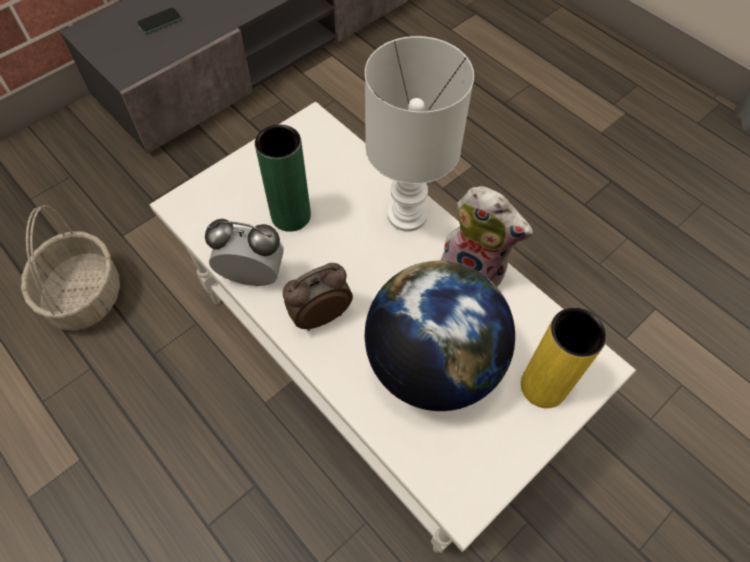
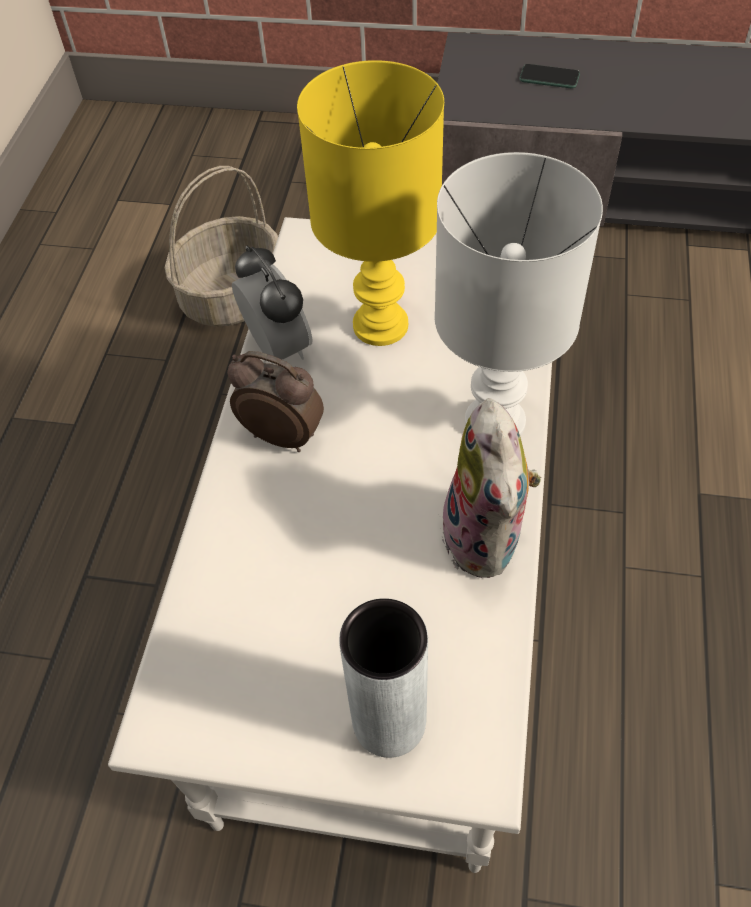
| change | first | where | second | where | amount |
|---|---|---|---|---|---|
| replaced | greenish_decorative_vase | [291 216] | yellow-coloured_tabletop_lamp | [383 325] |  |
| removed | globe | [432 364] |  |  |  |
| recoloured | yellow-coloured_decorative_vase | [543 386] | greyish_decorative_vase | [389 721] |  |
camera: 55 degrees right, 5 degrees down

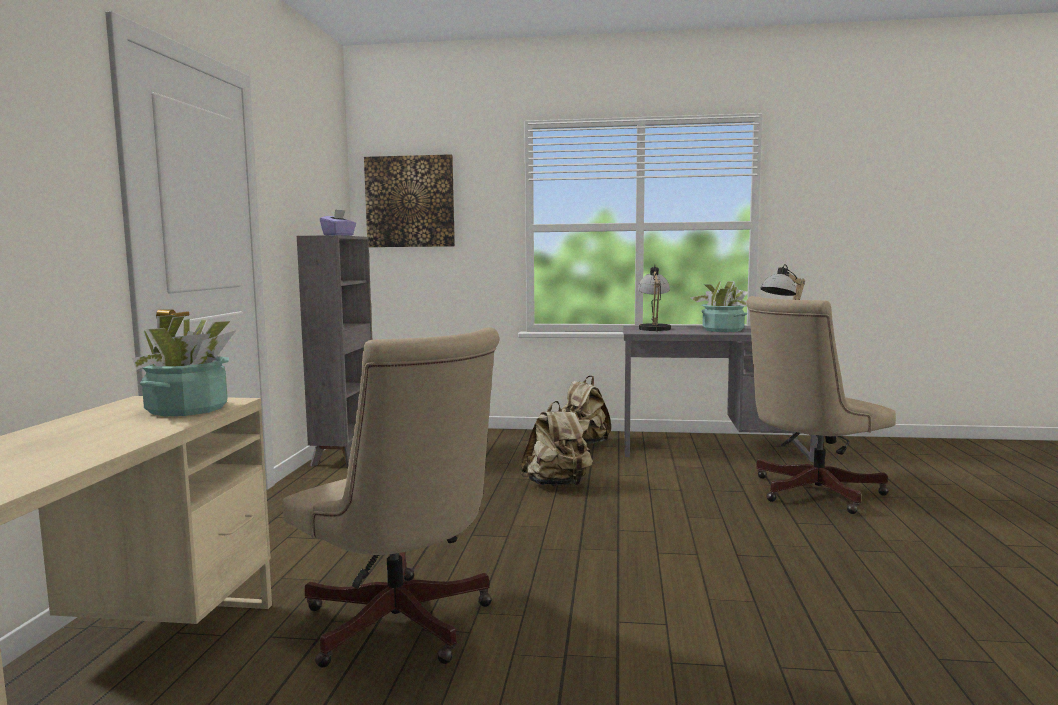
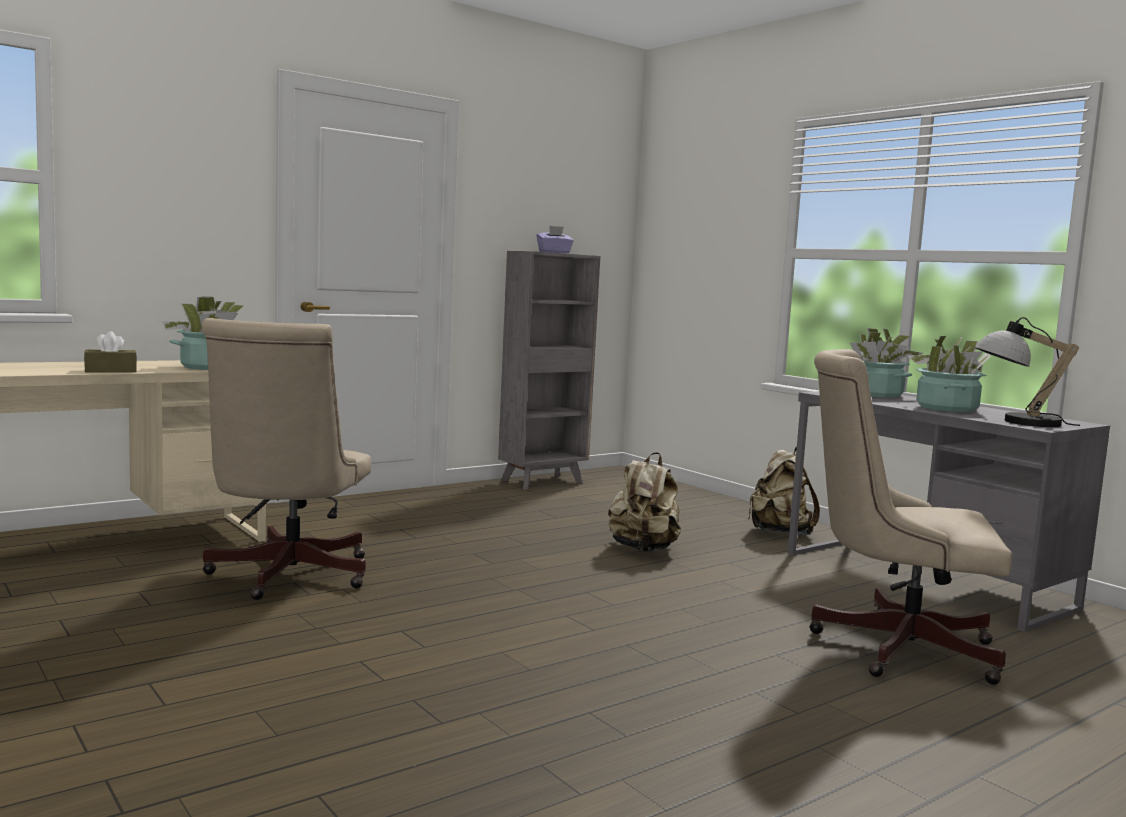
| change | first | where | second | where | amount |
|---|---|---|---|---|---|
| removed | picture | [410 201] |  |  |  |
| replaced | tabletop_lamp | [654 328] | houseplant | [874 394] |  |
| added |  |  | brownish_box_of_tissues | [110 371] |  |
camera: 45 degrees right, 0 degrees up

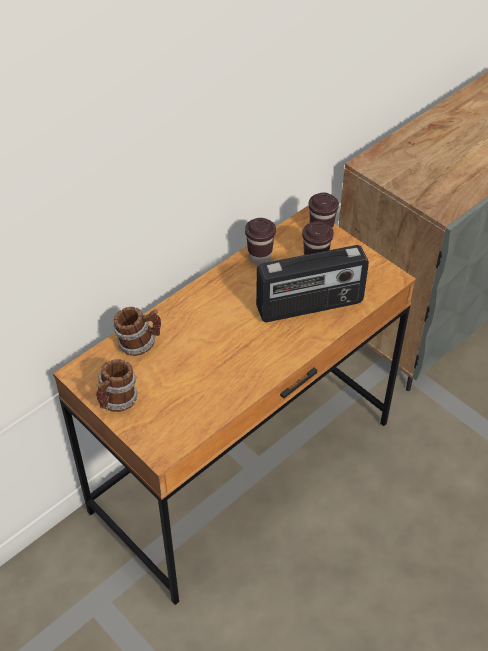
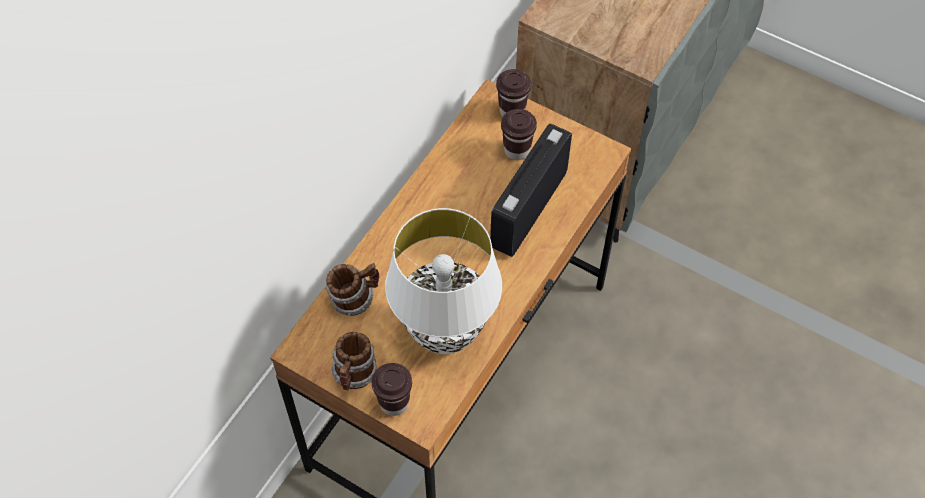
| change | first | where | second | where | amount |
|---|---|---|---|---|---|
| moved | brownish_small_cup | [259 258] |  | [394 403] |  |
| turned | radio_receiver | [310 306] |  | [527 209] | 150 degrees clockwise |
| added |  |  | whitish_tabletop_lamp | [446 334] |  |
camera: 15 degrees left, 10 degrees up

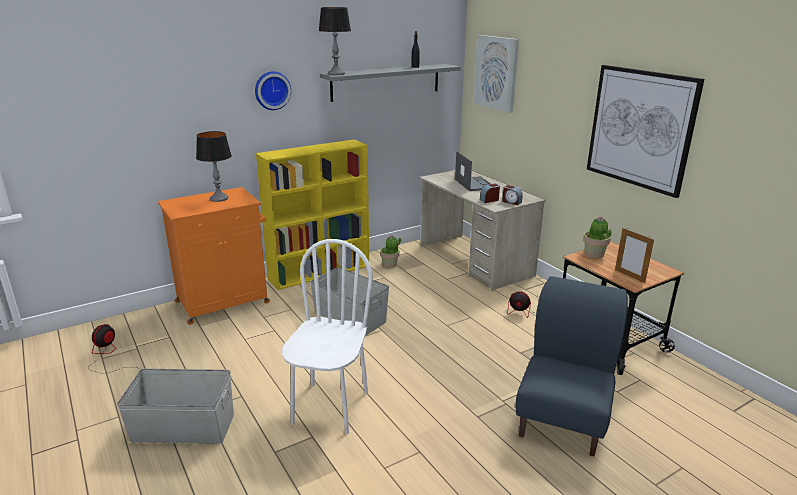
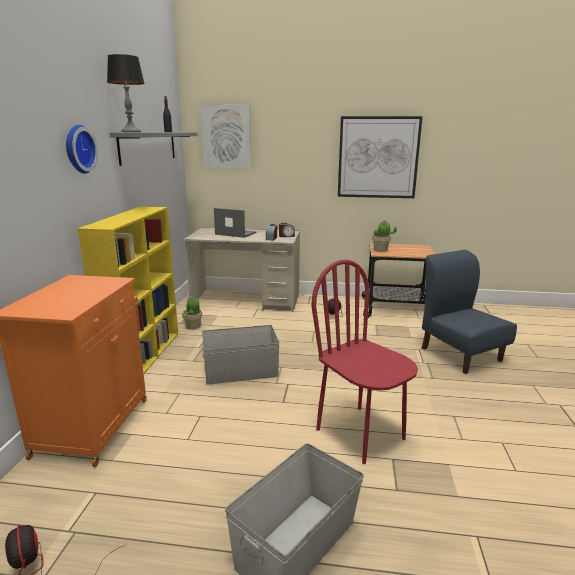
| change | first | where | second | where | amount |
|---|---|---|---|---|---|
| removed | tabletop_lamp | [219 198] |  |  |  |
| removed | picture_frame | [629 276] |  |  |  |
| recoloured | whitish_plain_chair | [330 408] | reddish_plain_chair | [360 433] |  |
camera: 50 degrees left, 5 degrees down

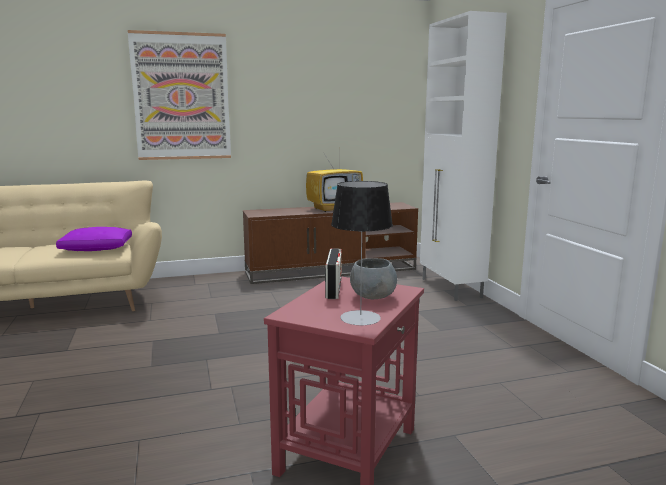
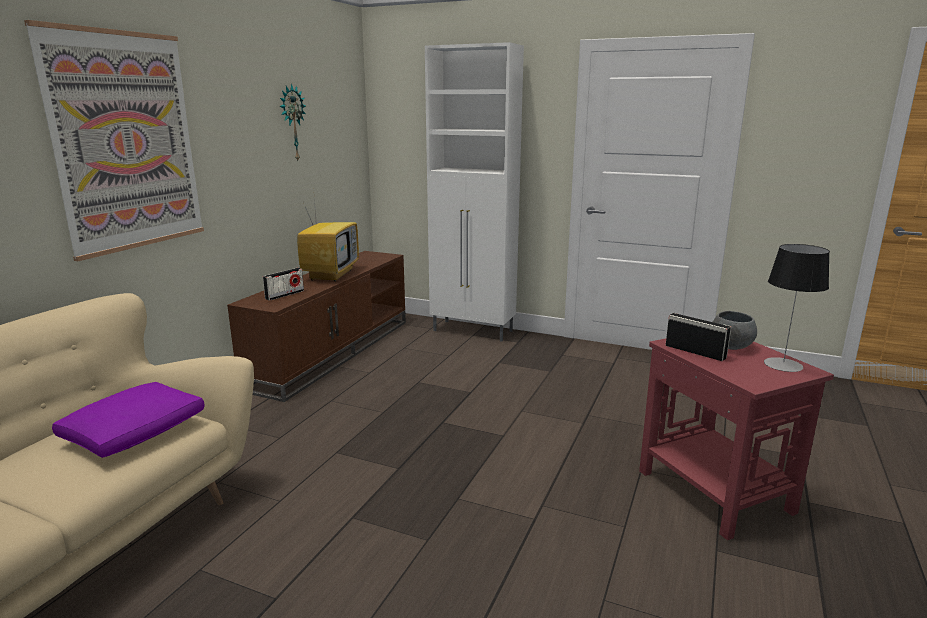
| change | first | where | second | where | amount |
|---|---|---|---|---|---|
| added |  |  | wall_clock | [292 123] |  |
| added |  |  | radio_receiver | [284 295] |  |
camera: 50 degrees left, 5 degrees up

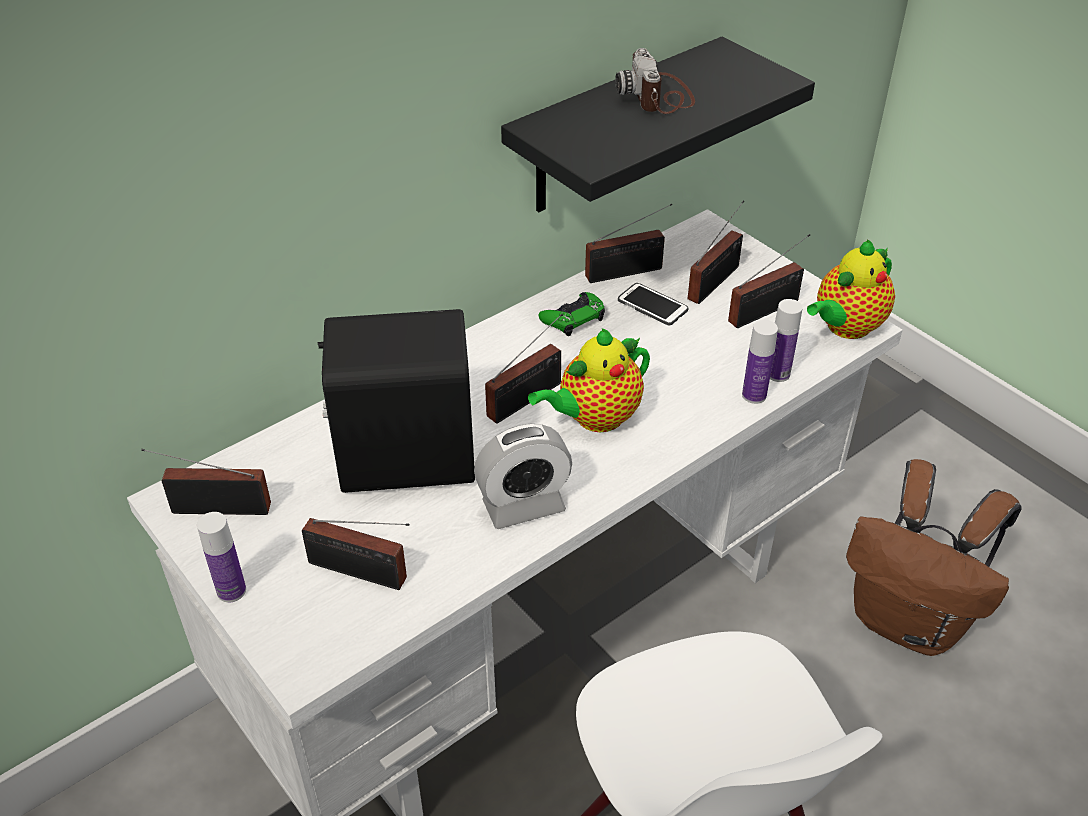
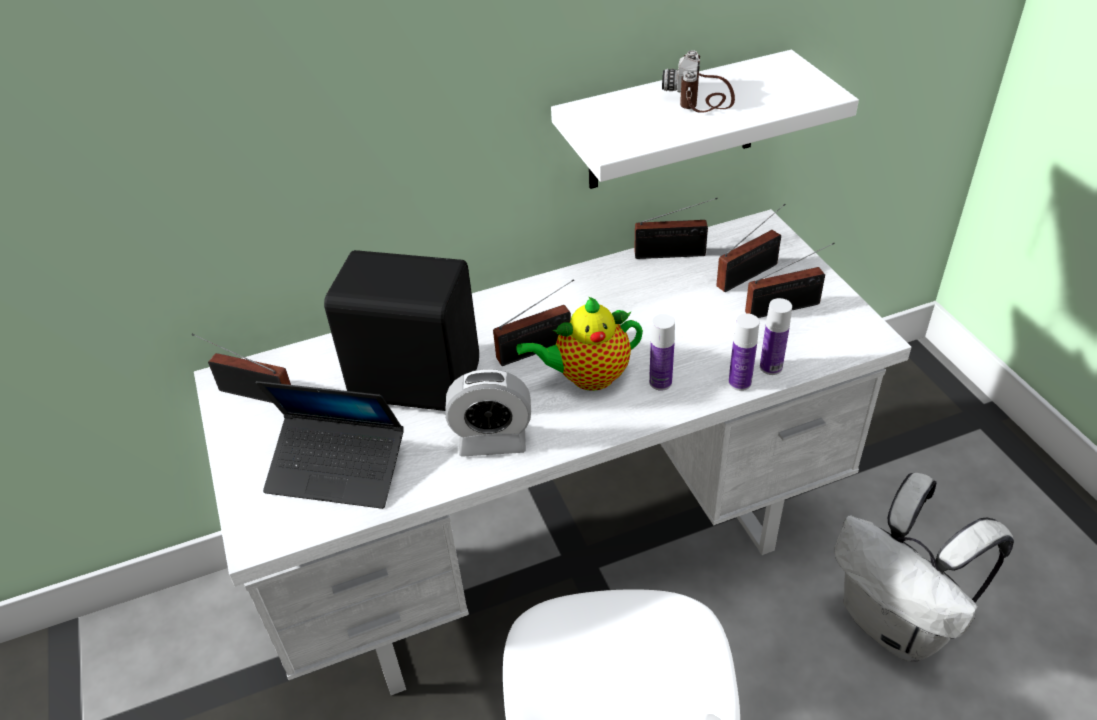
| change | first | where | second | where | amount |
|---|---|---|---|---|---|
| recoloured | blackish_shelf | [615 128] | whitish_shelf | [672 122] |  |
| removed | pot_for_tea | [845 327] |  |  |  |
| removed | phone | [652 305] |  |  |  |
| removed | greenish_joypad | [573 318] |  |  |  |
| recoloured | brownish_backpack | [909 621] | whitish_backpack | [897 624] |  |
| moved | drink_bottle | [231 591] |  | [660 382] |  |
| replaced | radio_receiver | [362 573] | notebook_computer | [337 470] |  |
camera: 20 degrees right, 0 degrees up

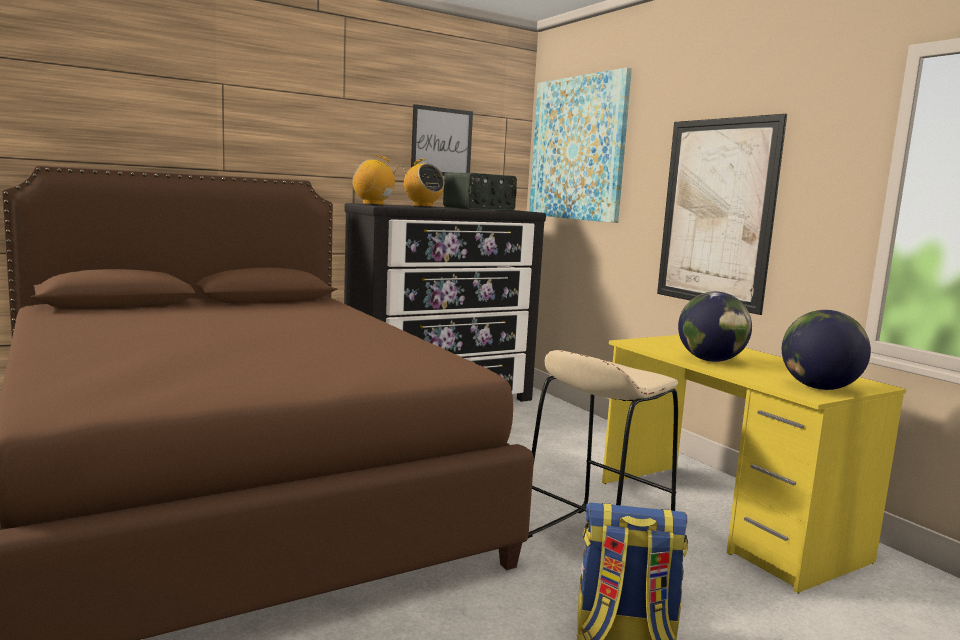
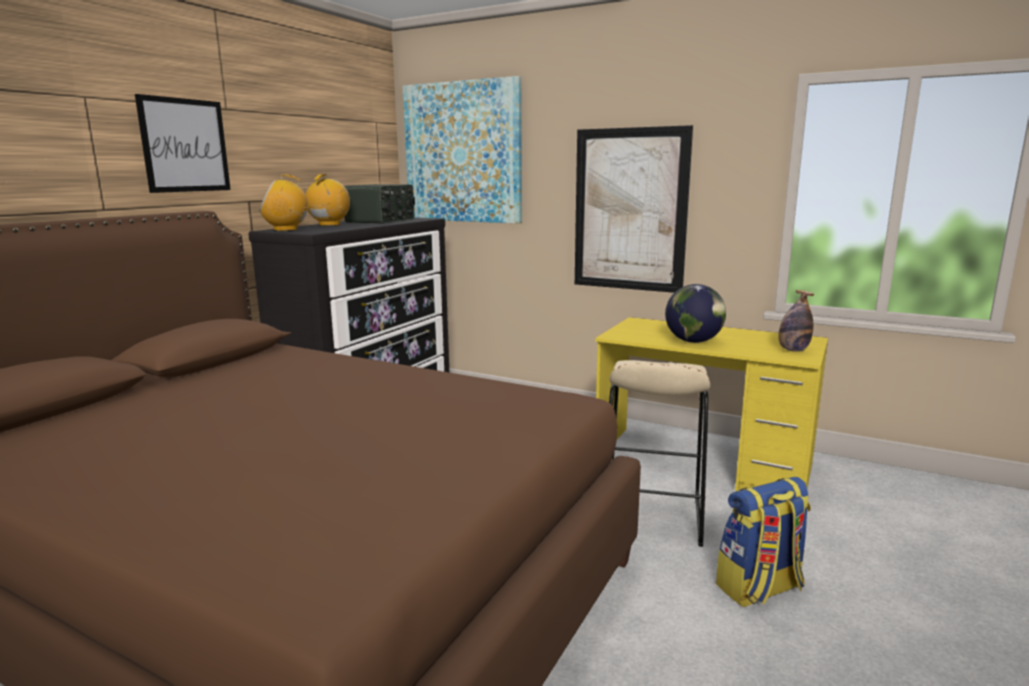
| change | first | where | second | where | amount |
|---|---|---|---|---|---|
| moved | picture | [441 142] |  | [185 145] |  |
| turned | radio_receiver | [422 206] |  | [329 225] | 90 degrees counterclockwise |
| replaced | globe | [819 388] | drink_bottle | [793 350] |  |
camera: 30 degrees left, 5 degrees up

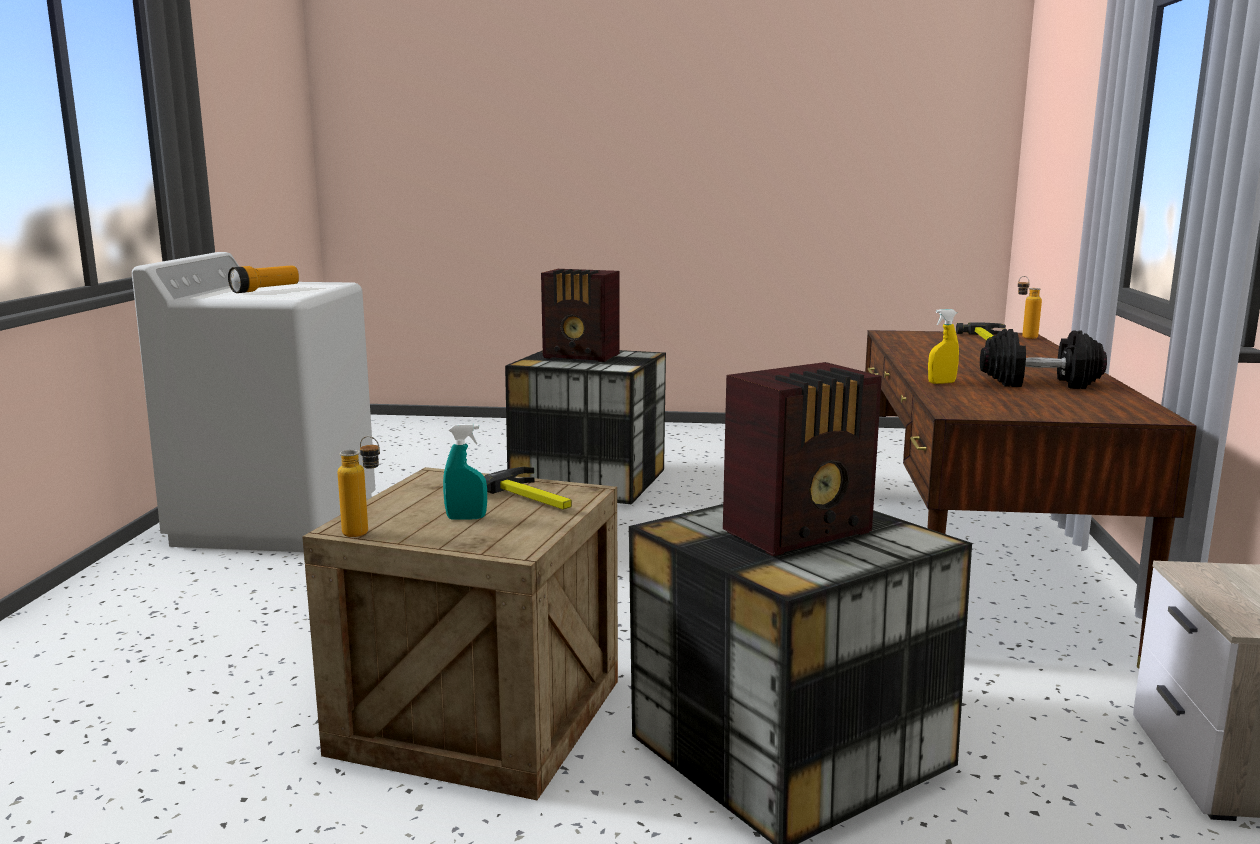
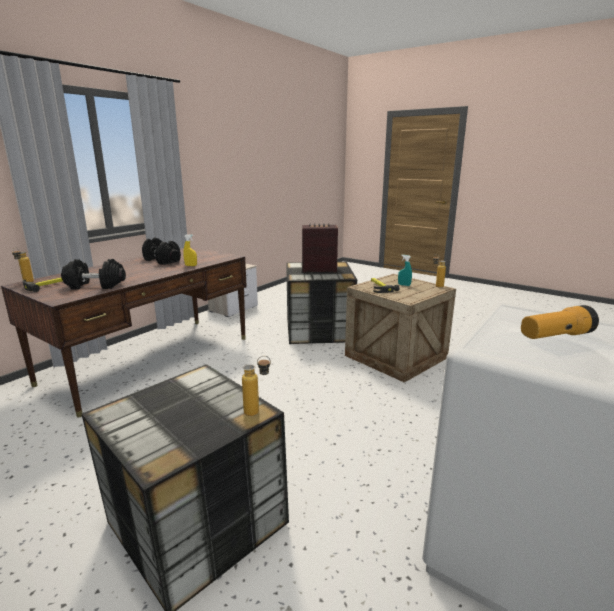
| change | first | where | second | where | amount |
|---|---|---|---|---|---|
| removed | radio_receiver | [582 356] |  |  |  |
| added |  |  | blackish_free_weight | [95 286] |  |
| added |  |  | drink_bottle | [258 412] |  |
camera: 150 degrees left, 5 degrees up

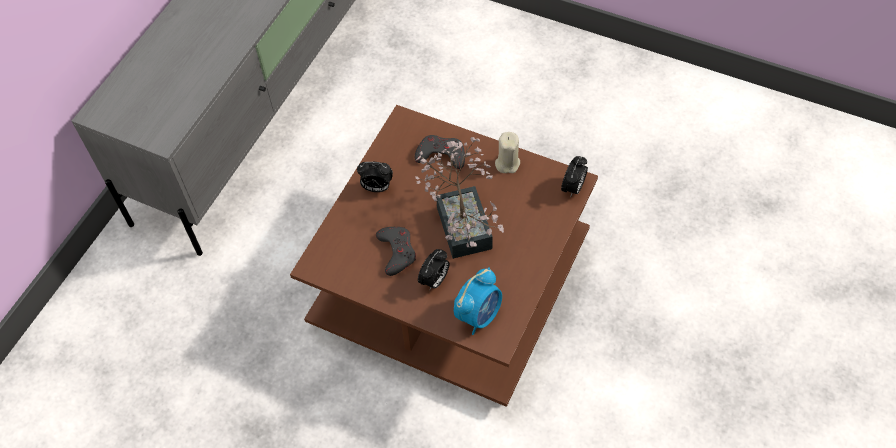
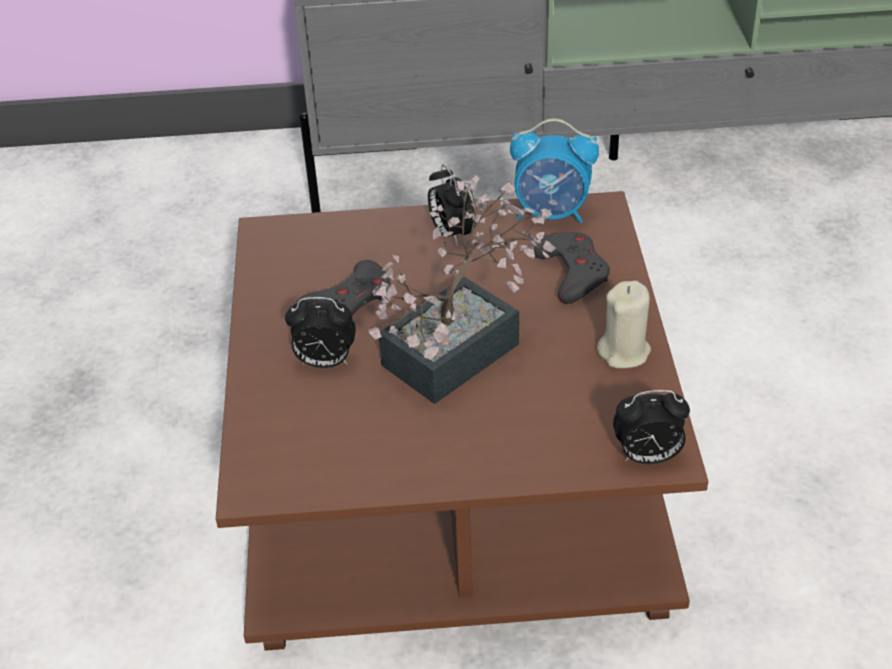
| change | first | where | second | where | amount |
|---|---|---|---|---|---|
| moved | table_clock | [479 315] |  | [552 213] |  |
camera: 60 degrees right, 15 degrees down

